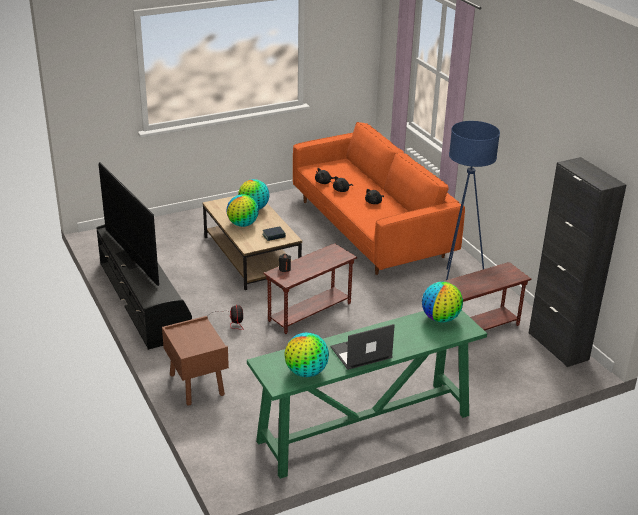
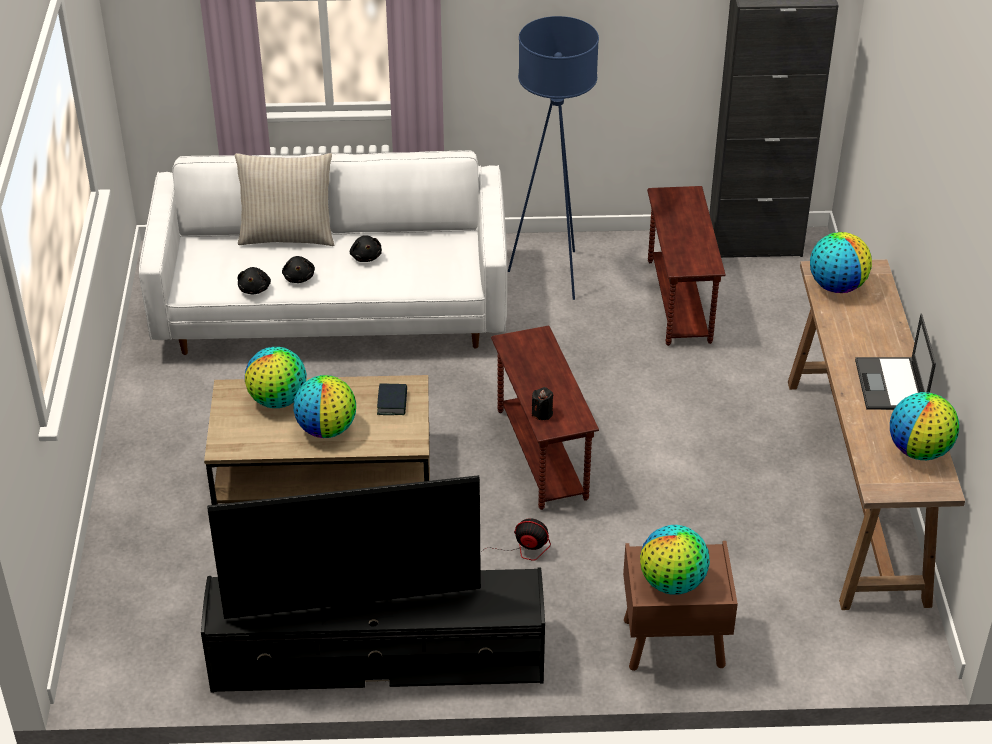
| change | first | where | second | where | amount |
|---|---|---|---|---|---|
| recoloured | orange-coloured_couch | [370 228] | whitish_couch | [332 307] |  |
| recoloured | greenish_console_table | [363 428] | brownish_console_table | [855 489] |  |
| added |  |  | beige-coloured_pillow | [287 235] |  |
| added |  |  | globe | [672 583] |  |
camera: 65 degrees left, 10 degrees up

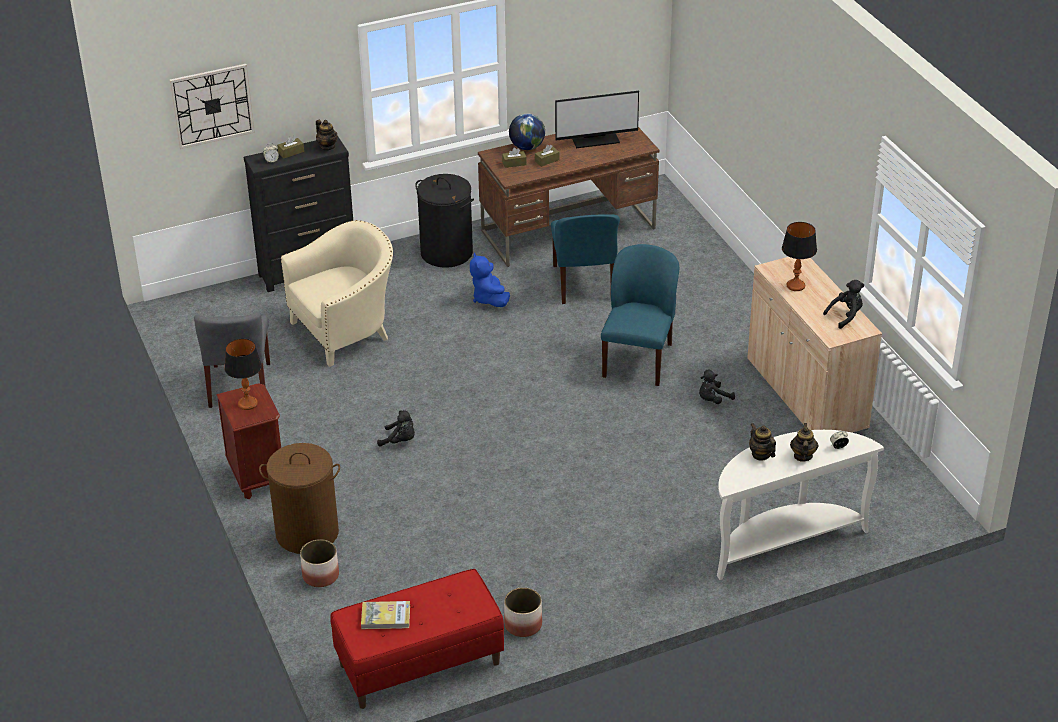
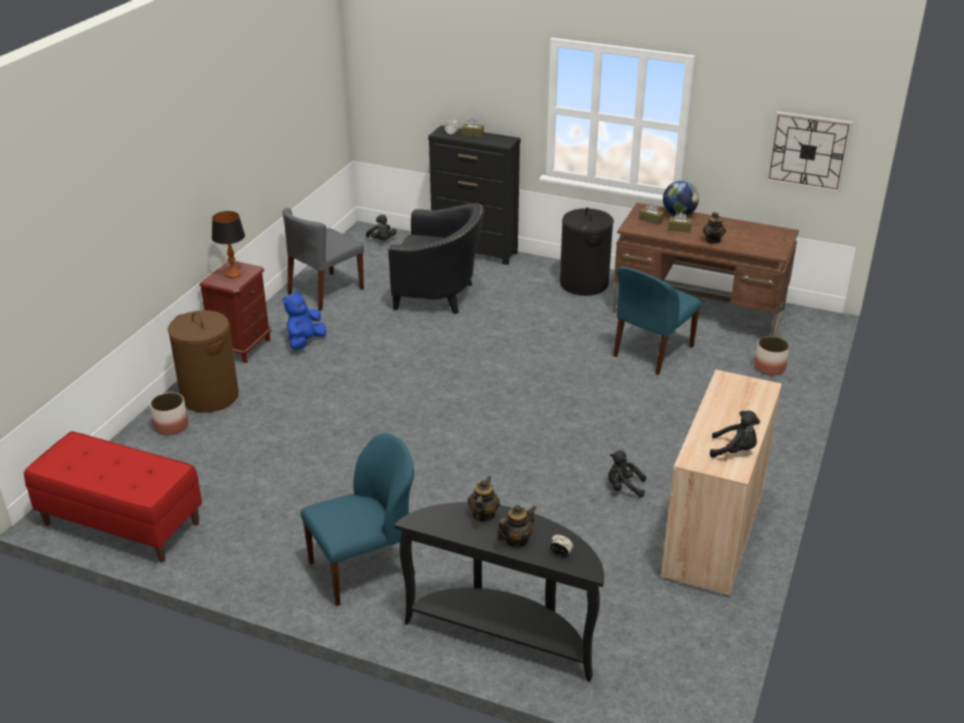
| change | first | where | second | where | amount |
|---|---|---|---|---|---|
| moved | wall_clock | [212 105] |  | [808 151] |  |
| removed | computer_screen | [595 139] |  |  |  |
| moved | pot_for_tea | [327 146] |  | [713 240] |  |
| recoloured | beige-coloured_easy_chair | [346 331] | blackish_easy_chair | [439 295] |  |
| removed | tabletop_lamp | [796 286] |  |  |  |
| moved | blue_plain_chair | [638 359] |  | [364 568] |  |
| moved | blue_cuddly_toy | [489 299] |  | [305 342] |  |
| moved | blackish_cuddly_toy | [400 441] |  | [382 240] |  |
| recoloured | whitish_console_table | [783 541] | blackish_console_table | [504 633] |  |
| moved | planter | [523 625] |  | [769 368] |  |
| removed | volume | [385 617] |  |  |  |
camera: 45 degrees right, 5 degrees down

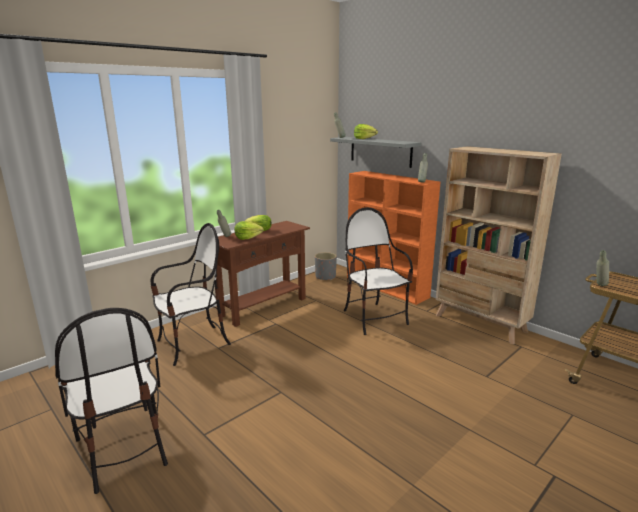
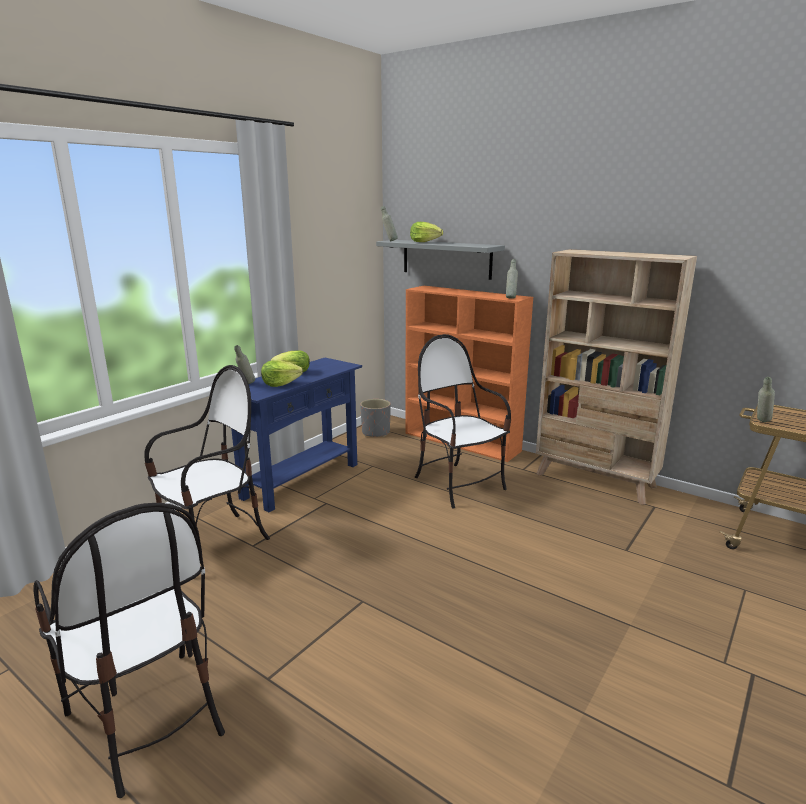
| change | first | where | second | where | amount |
|---|---|---|---|---|---|
| recoloured | brownish_console_table | [263 307] | blue_console_table | [301 481] |  |
camera: 10 degrees left, 0 degrees up

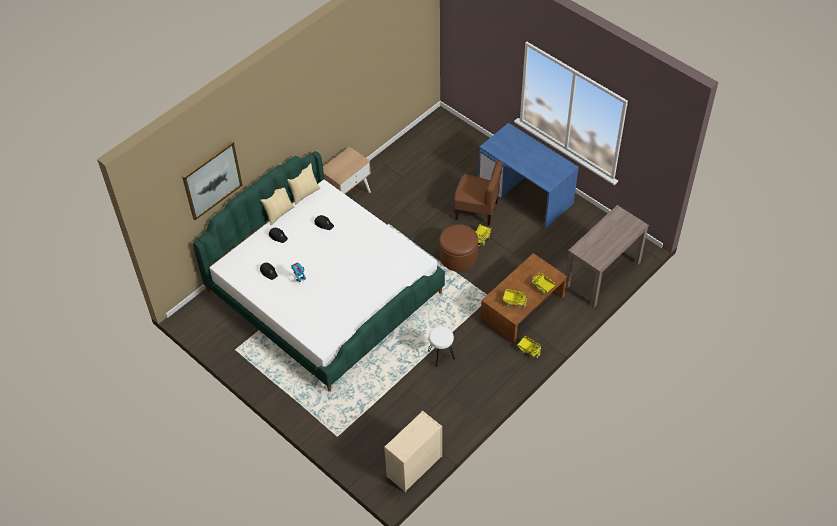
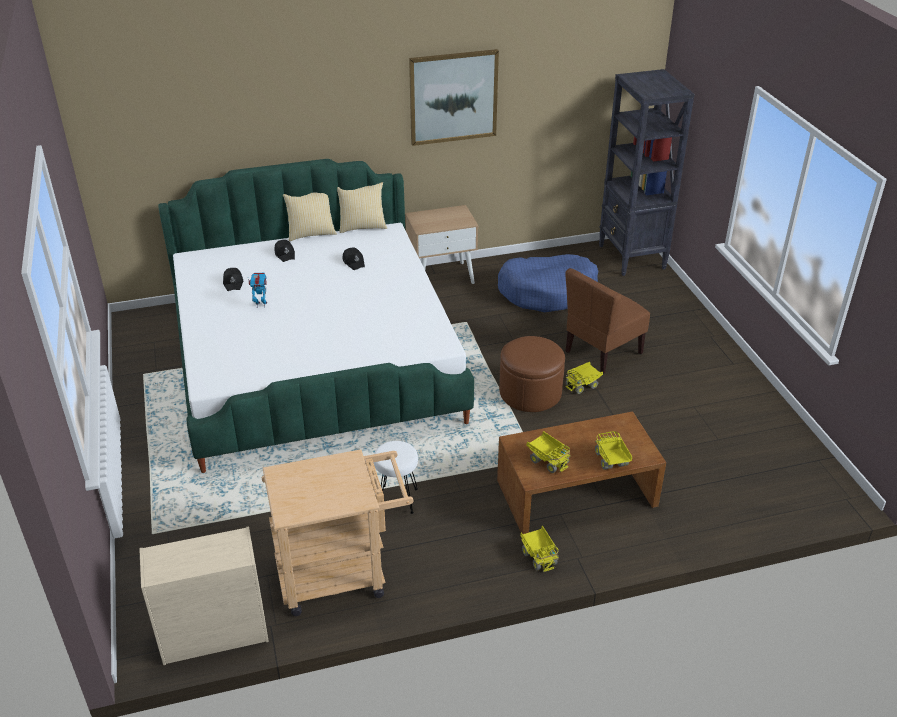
| change | first | where | second | where | amount |
|---|---|---|---|---|---|
| removed | blue_desk_unit | [526 193] |  |  |  |
| moved | picture | [212 180] |  | [453 97] |  |
| turned | brownish_plain_chair | [477 210] |  | [602 352] | 90 degrees clockwise |
| removed | brownish_console_table | [602 274] |  |  |  |
| added |  |  | blackish_bookcase | [632 257] |  |
| added |  |  | blue_dog_bed | [548 292] |  |
| added |  |  | beige-coloured_cart | [342 574] |  |
camera: 30 degrees right, 15 degrees down

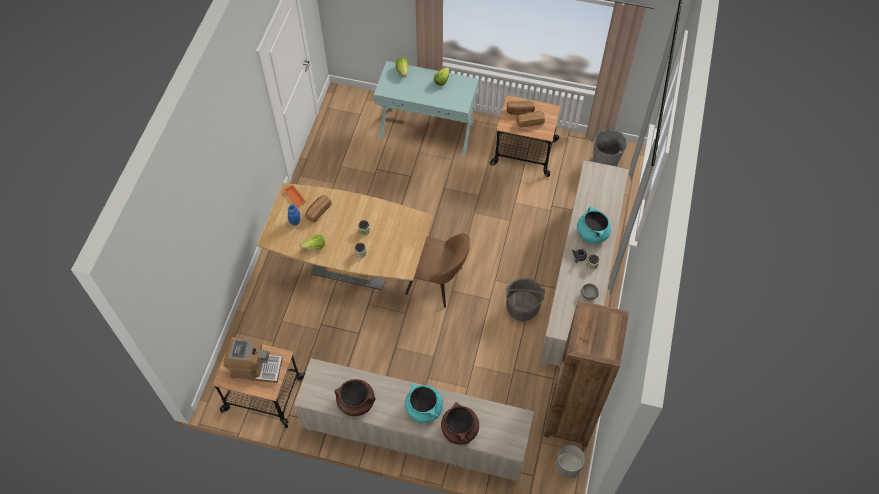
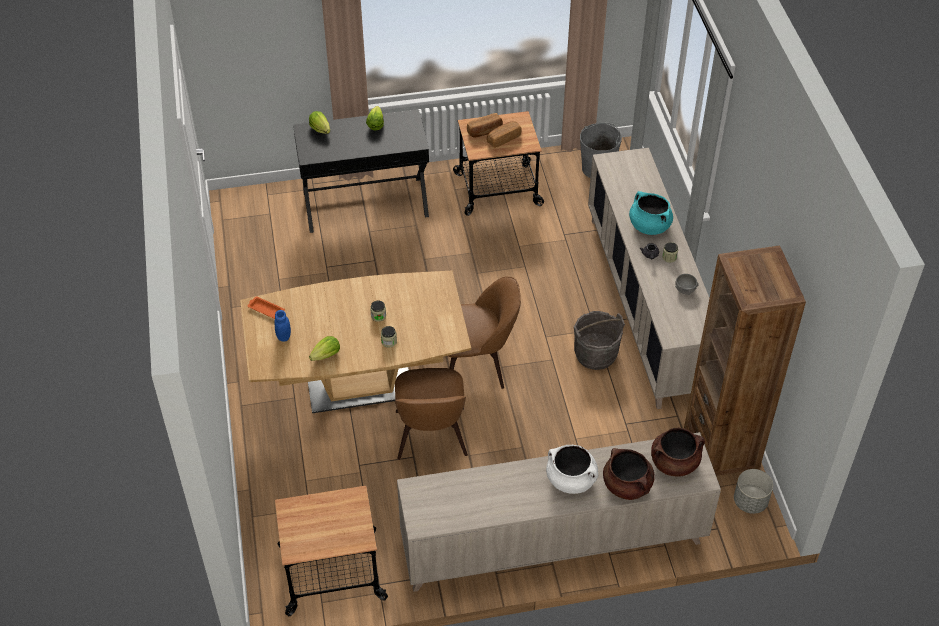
| change | first | where | second | where | amount |
|---|---|---|---|---|---|
| recoloured | blue-green_console_table | [427 130] | blackish_console_table | [365 204] |  |
| removed | bread | [318 211] |  |  |  |
| removed | coffee_machine | [255 368] |  |  |  |
| moved | brownish_stockpot | [356 402] |  | [674 462] |  |
| recoloured | blue-green_stockpot | [424 408] | whitish_stockpot | [571 479] |  |
| added |  |  | brownish_plain_chair | [431 436] |  |
camera: 25 degrees left, 10 degrees down

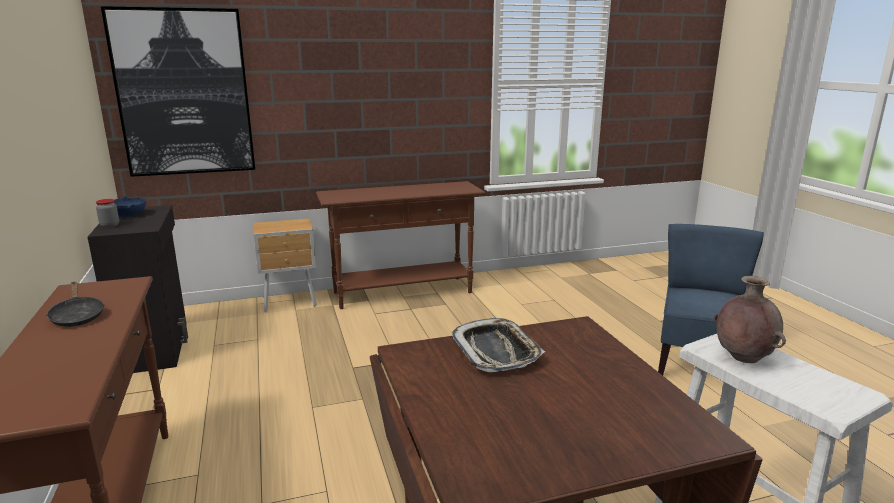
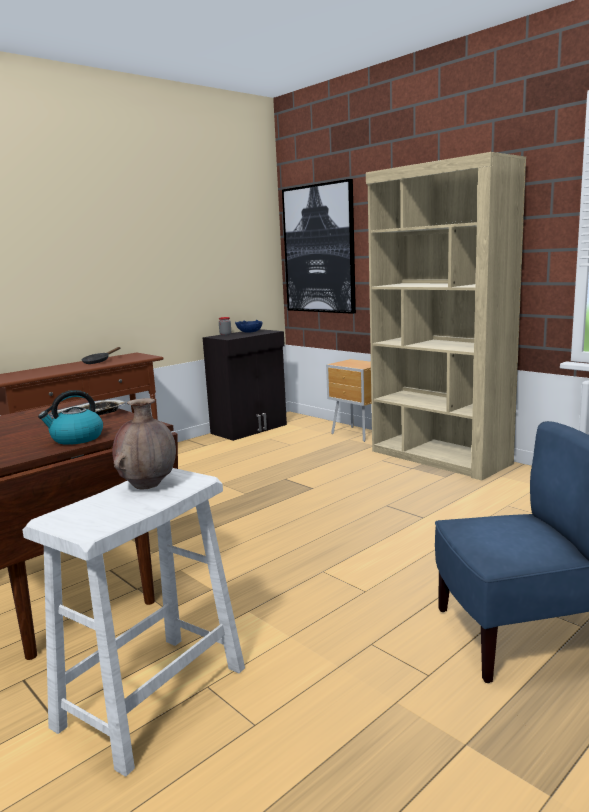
| change | first | where | second | where | amount |
|---|---|---|---|---|---|
| replaced | brownish_console_table | [403 293] | beige-coloured_bookcase | [439 457] |  |
| added |  |  | kettle | [76 439] |  |
camera: 65 degrees right, 5 degrees down

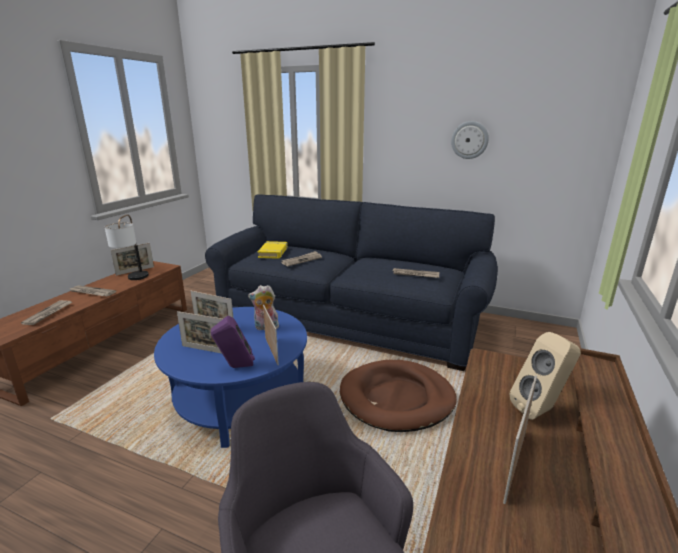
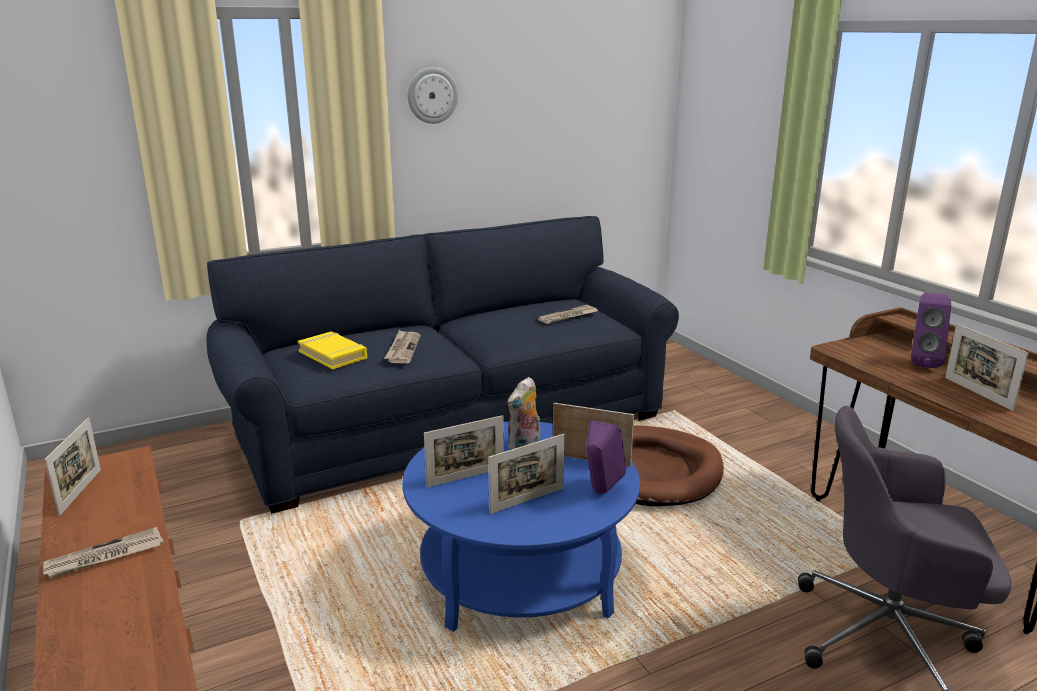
| change | first | where | second | where | amount |
|---|---|---|---|---|---|
| moved | wall_clock | [469 140] |  | [432 95] |  |
| removed | tabletop_lamp | [133 280] |  |  |  |
| removed | daily_paper | [48 313] |  |  |  |
| recoloured | beige-coloured_speaker | [540 410] | purplish_speaker | [922 362] |  |
camera: 50 degrees left, 0 degrees up

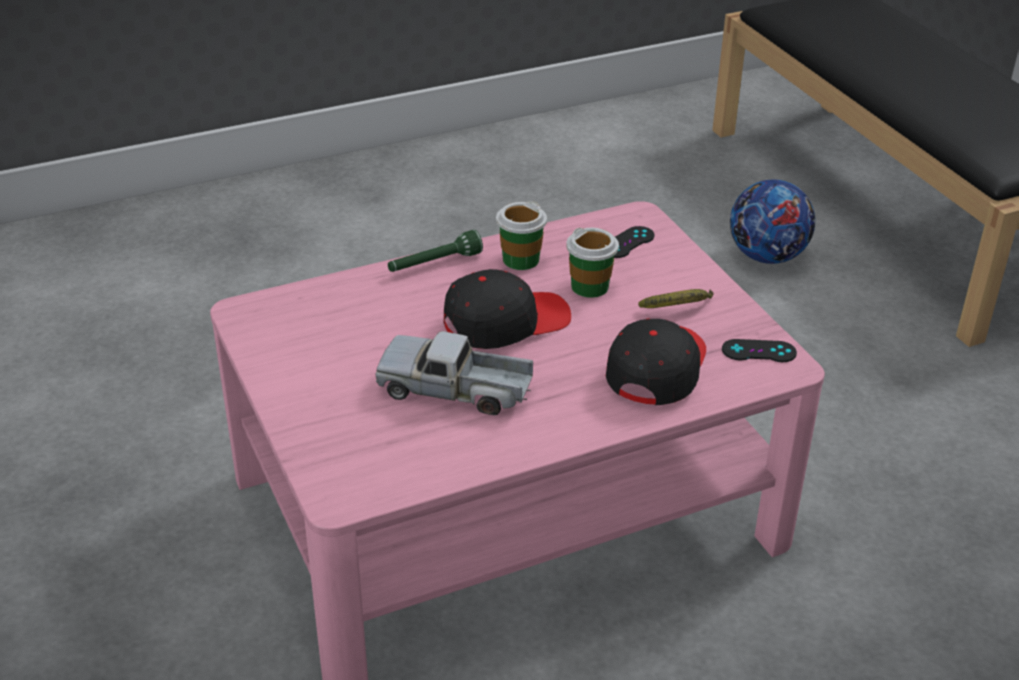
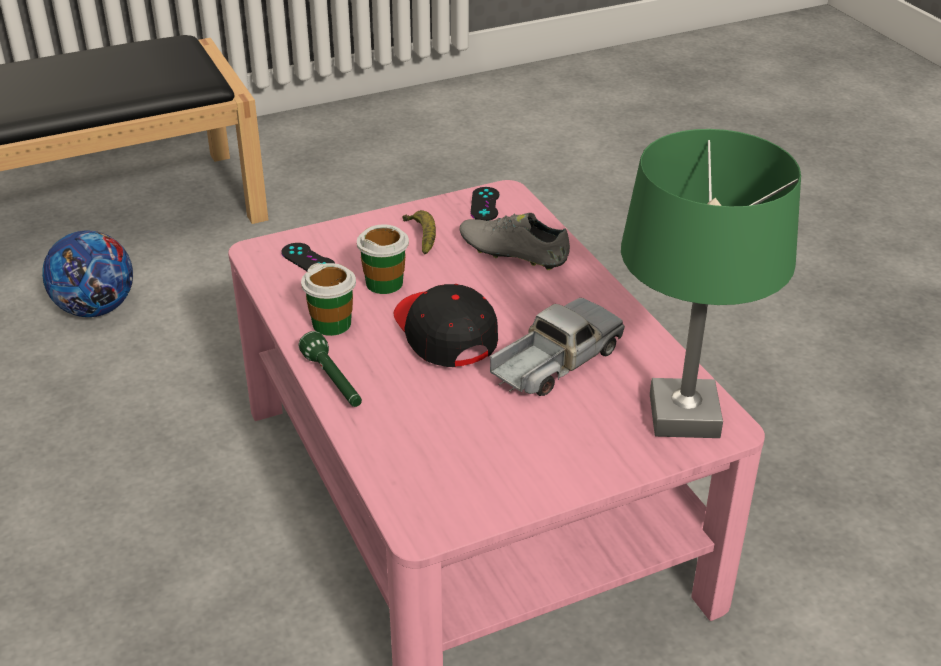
| change | first | where | second | where | amount |
|---|---|---|---|---|---|
| replaced | blackish_peaked_cap | [656 369] | greyish_shoe | [513 253] |  |
| turned | model_truck | [455 389] |  | [554 362] | 150 degrees counterclockwise |
| added |  |  | greenish_tabletop_lamp | [684 417] |  |
camera: 90 degrees left, 0 degrees up

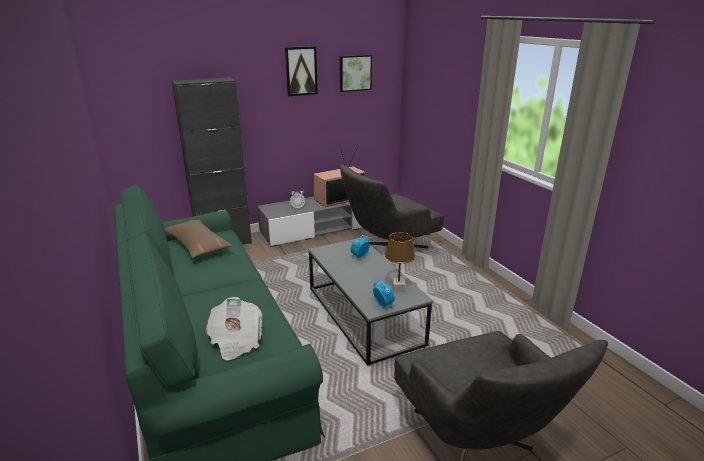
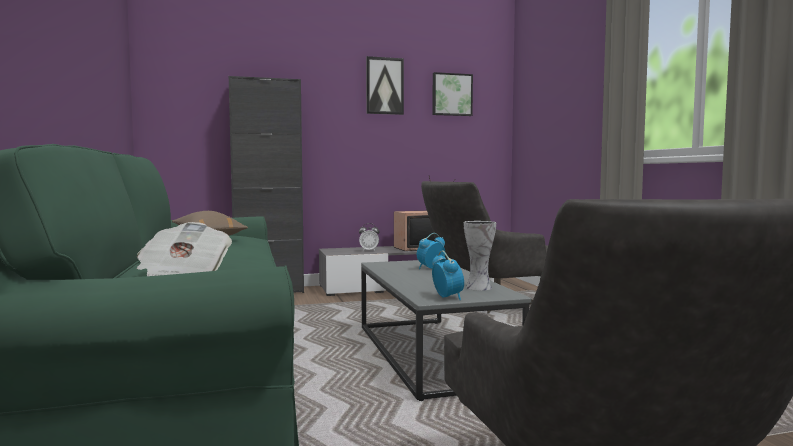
| change | first | where | second | where | amount |
|---|---|---|---|---|---|
| replaced | brownish_tabletop_lamp | [398 287] | decorative_vase | [478 287] |  |
camera: 10 degrees right, 20 degrees down

